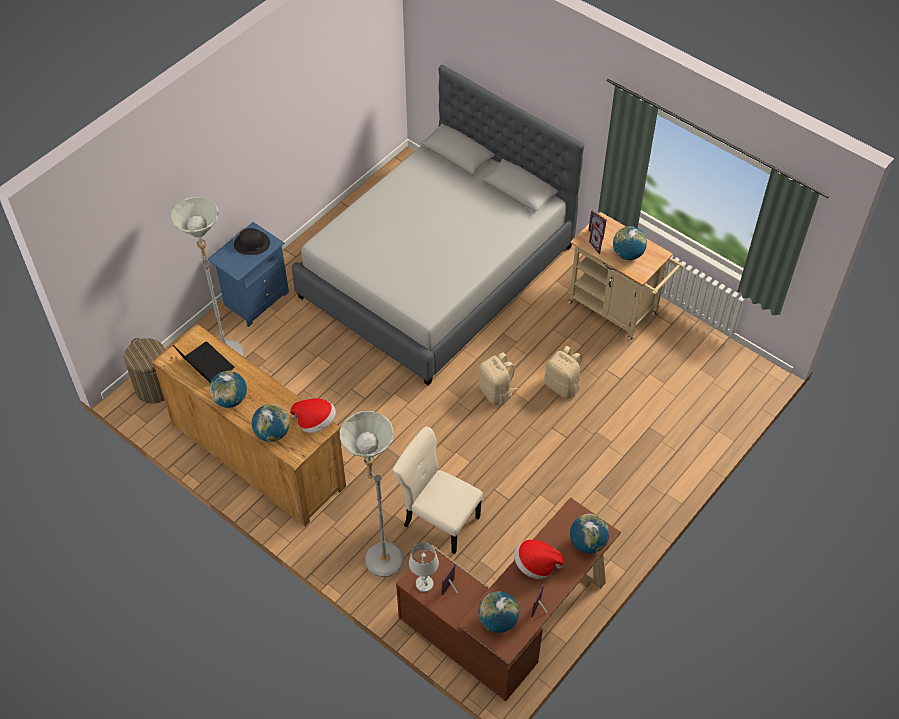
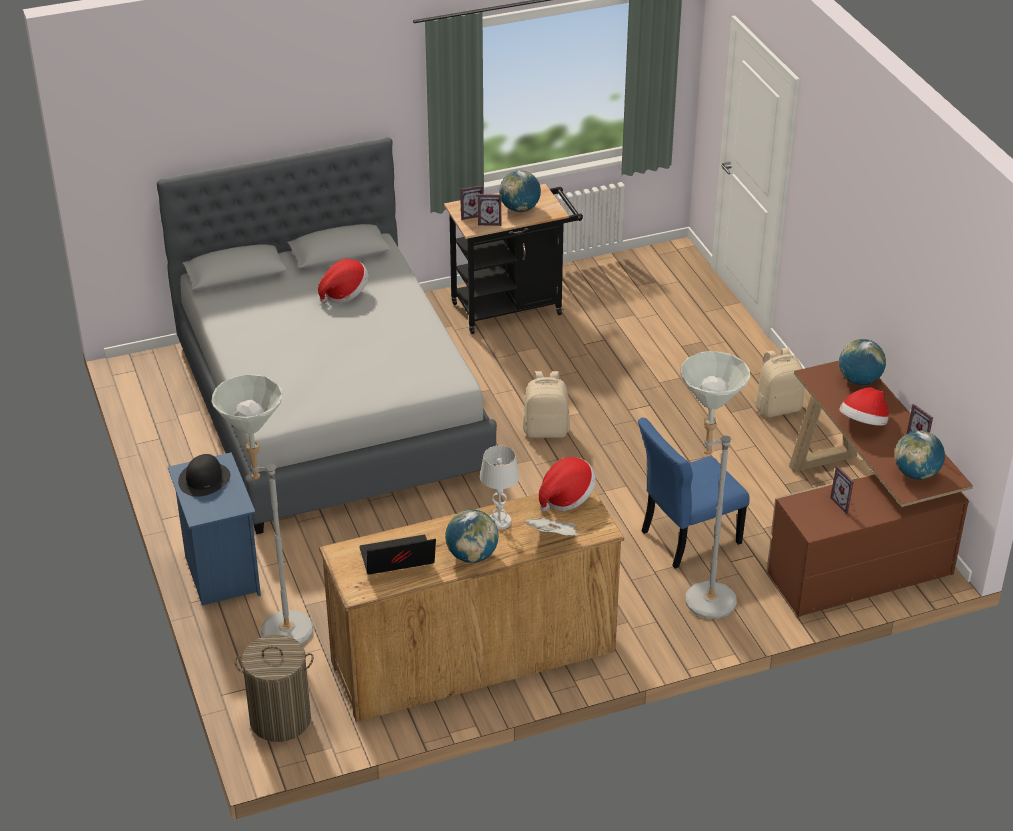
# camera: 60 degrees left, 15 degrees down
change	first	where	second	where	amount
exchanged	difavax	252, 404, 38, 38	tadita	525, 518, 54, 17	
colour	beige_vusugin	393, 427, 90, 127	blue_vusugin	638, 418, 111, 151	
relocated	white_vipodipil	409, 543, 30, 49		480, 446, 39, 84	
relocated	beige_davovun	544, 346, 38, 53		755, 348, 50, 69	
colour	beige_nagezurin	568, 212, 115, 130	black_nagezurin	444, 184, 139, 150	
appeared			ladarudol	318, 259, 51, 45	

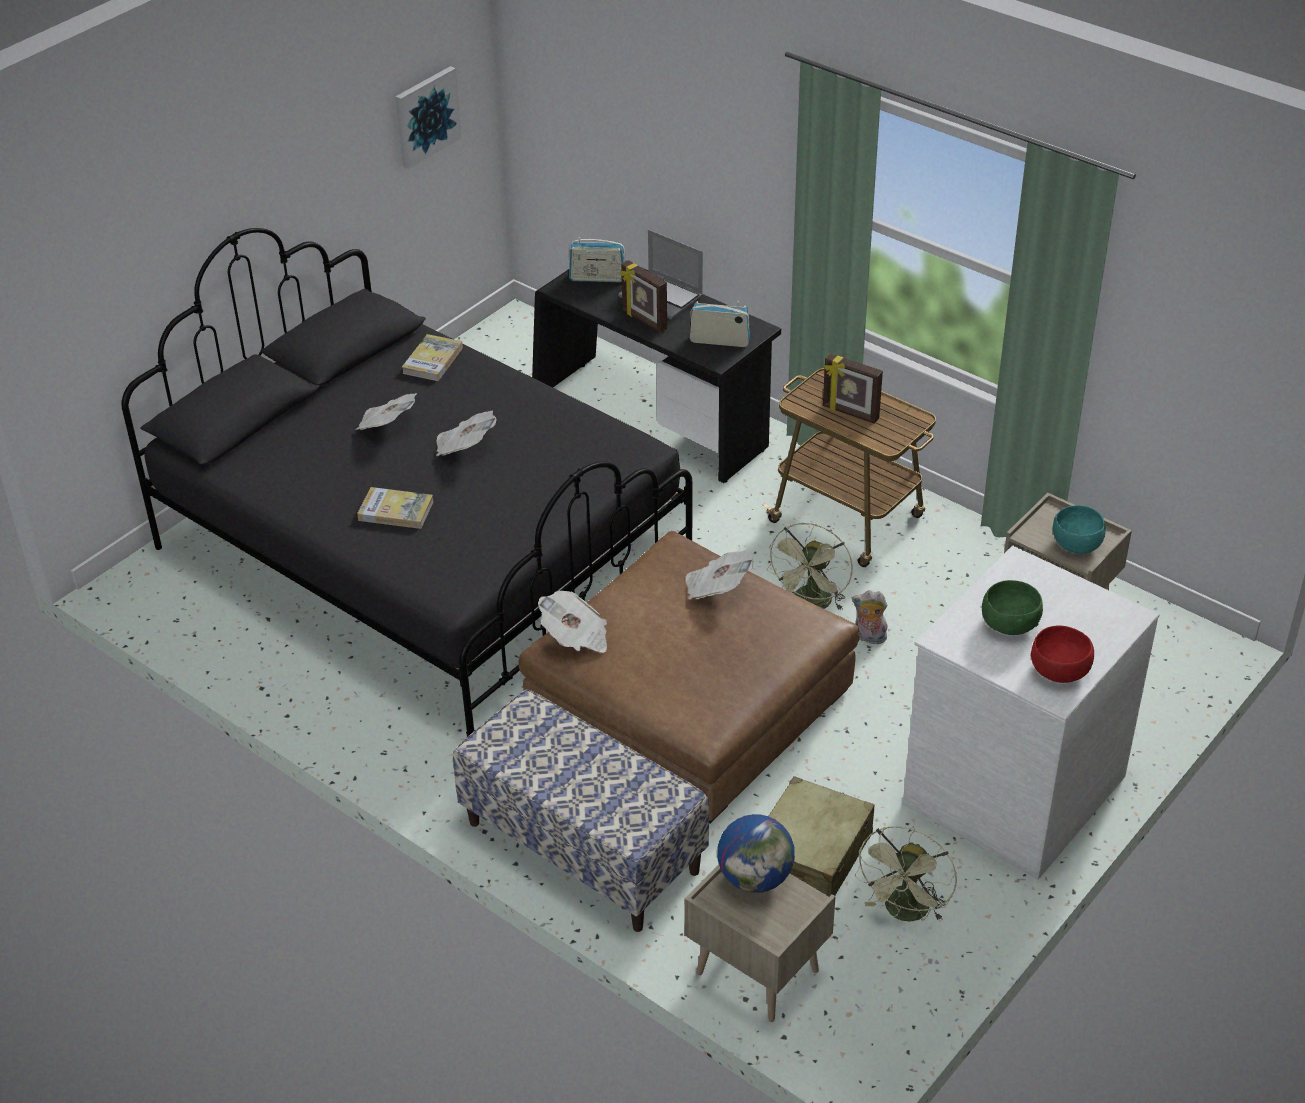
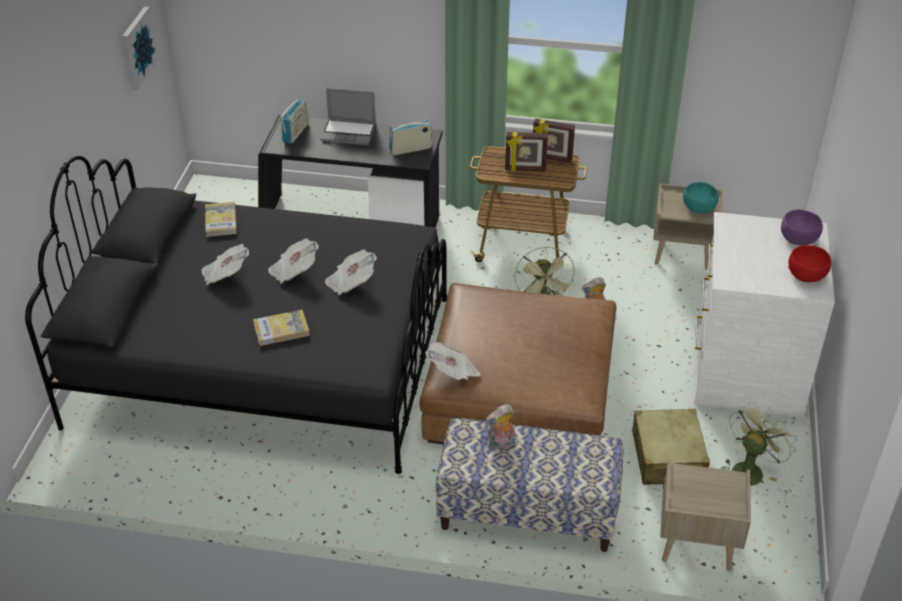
# camera: 30 degrees left, 0 degrees up
change	first	where	second	where	amount
spun	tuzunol	569, 237, 56, 45		281, 100, 27, 44	45 degrees counterclockwise
relocated	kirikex	620, 260, 47, 73		533, 118, 42, 45	
relocated	tadita	685, 550, 69, 49		325, 249, 52, 46	
missing	difavax	717, 814, 78, 79			
spun	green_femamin	855, 826, 102, 96		721, 402, 75, 84	135 degrees counterclockwise
missing	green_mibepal	982, 580, 61, 55			
appeared			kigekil	486, 404, 29, 45	
appeared			purple_mibepal	781, 210, 42, 35	

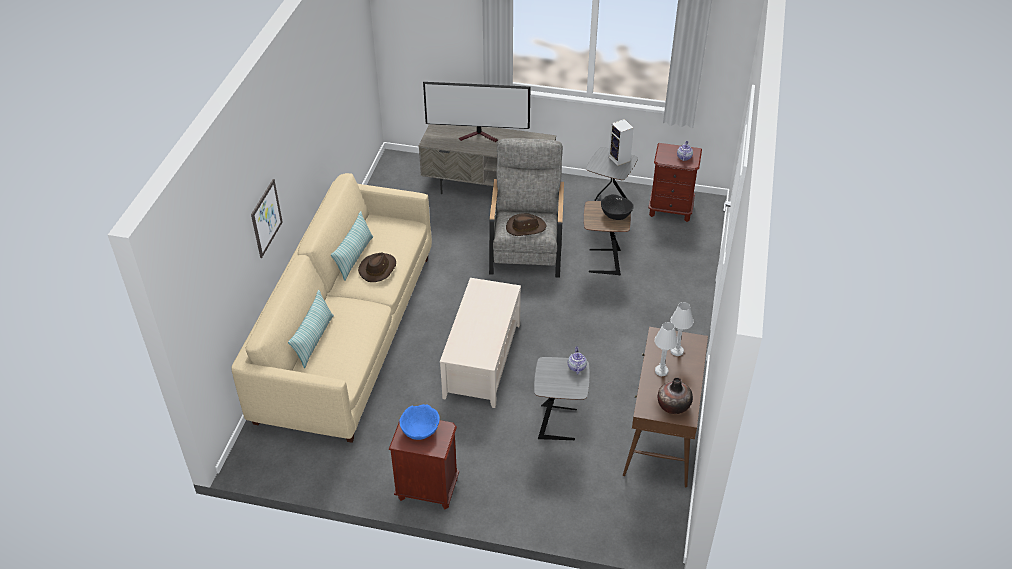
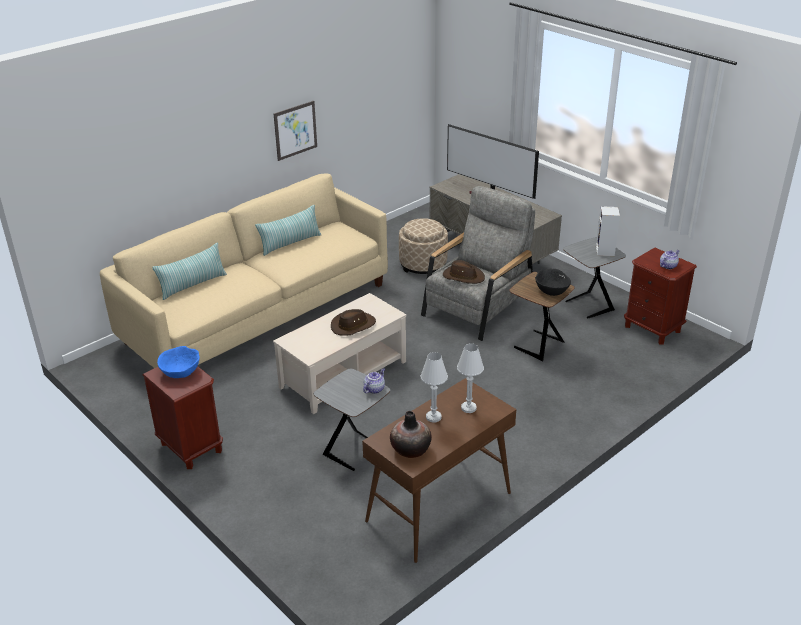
# camera: 35 degrees right, 10 degrees down
change	first	where	second	where	amount
relocated	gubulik	251, 179, 32, 79		274, 101, 43, 60	
relocated	brown_ladarudol	358, 253, 38, 29		331, 309, 45, 27	
appeared			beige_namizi	399, 218, 49, 56	

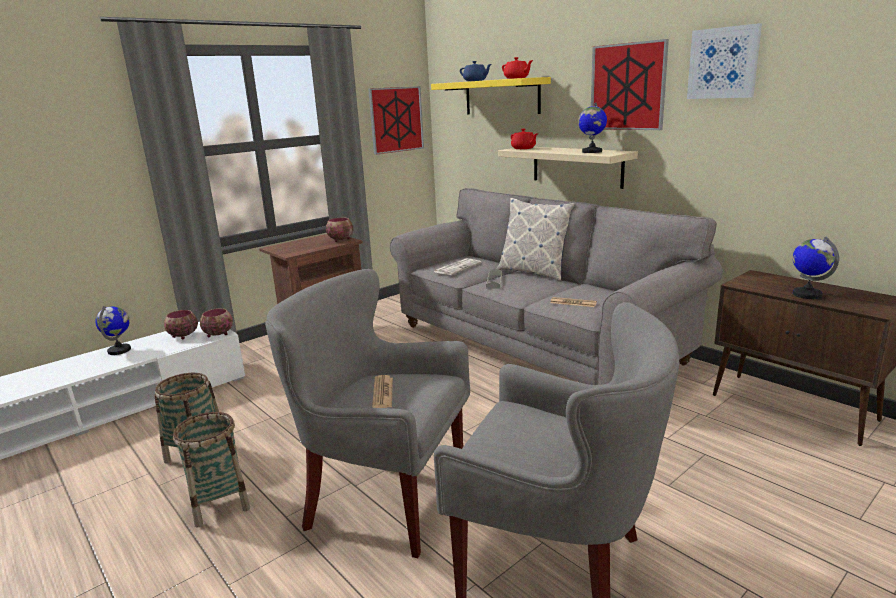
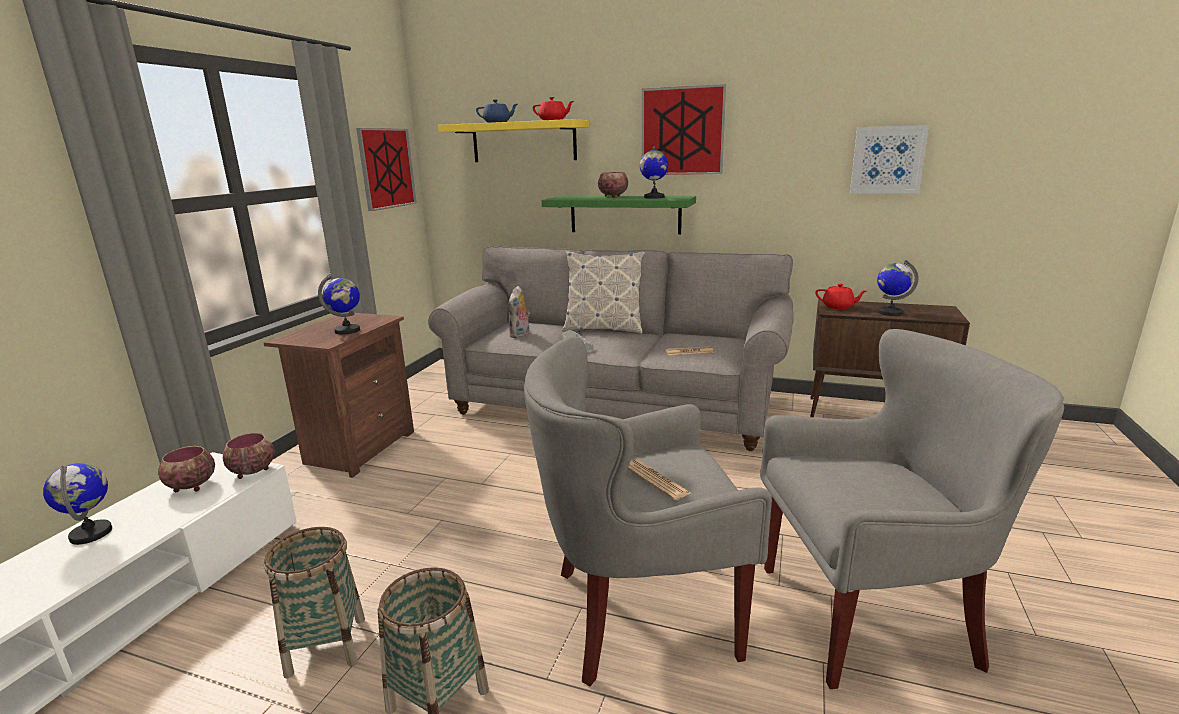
# camera: 30 degrees left, 0 degrees up
change	first	where	second	where	amount
relocated	mibepal	326, 217, 27, 25		598, 172, 30, 26	
exchanged	tadita	434, 258, 48, 17	kigekil	508, 286, 22, 52	
colour	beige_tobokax	498, 147, 140, 42	green_tobokax	542, 196, 154, 38	
relocated	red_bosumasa	511, 129, 26, 20		815, 284, 52, 25	
relocated	gubulik	687, 23, 75, 76		850, 125, 79, 68	
appeared			difavax	318, 274, 42, 61	

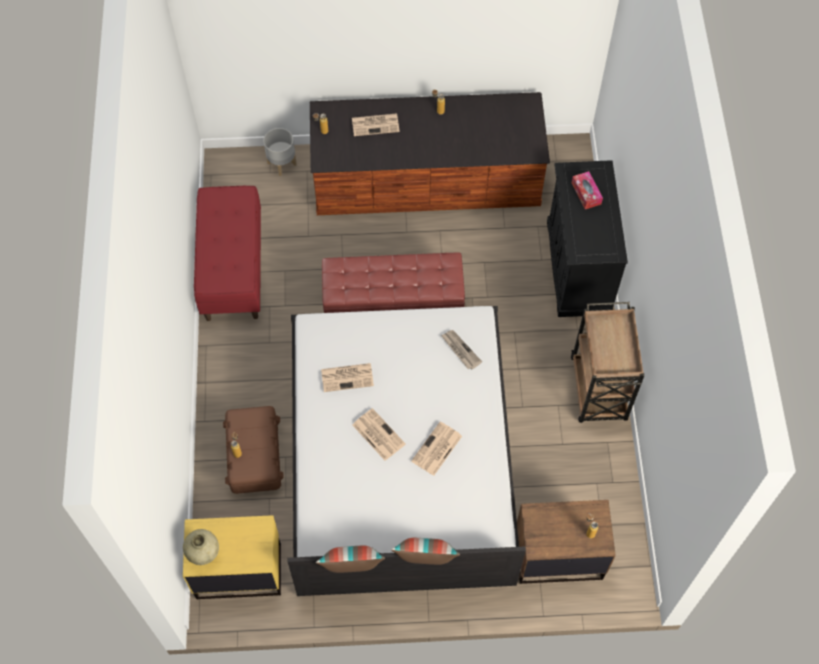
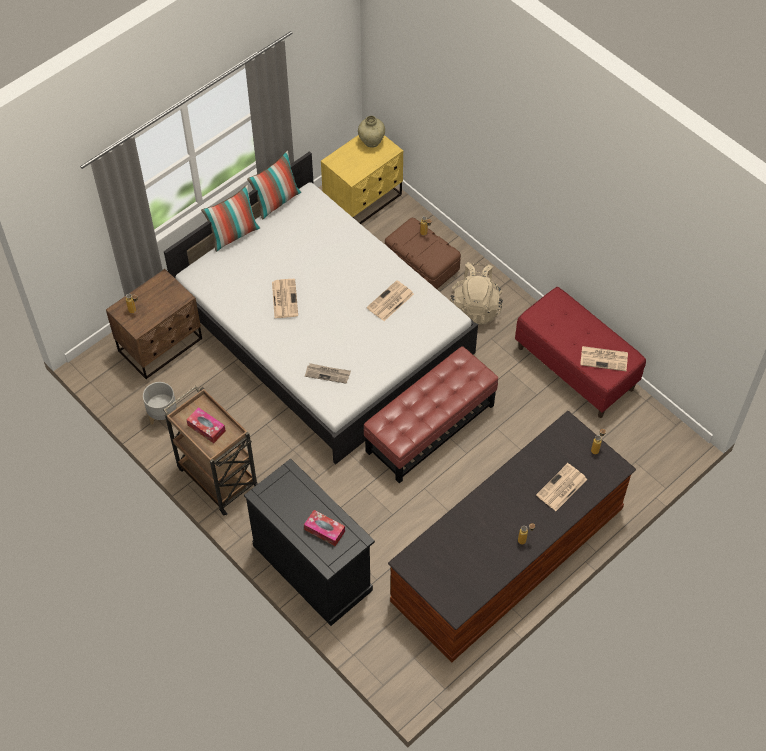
# camera: 140 degrees right, 5 degrees down
change	first	where	second	where	amount
relocated	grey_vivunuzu	263, 128, 34, 48		143, 382, 34, 45	
relocated	tadita	353, 408, 52, 53		580, 346, 48, 25	
appeared			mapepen	186, 407, 40, 36	
appeared			beige_davovun	450, 262, 53, 63	

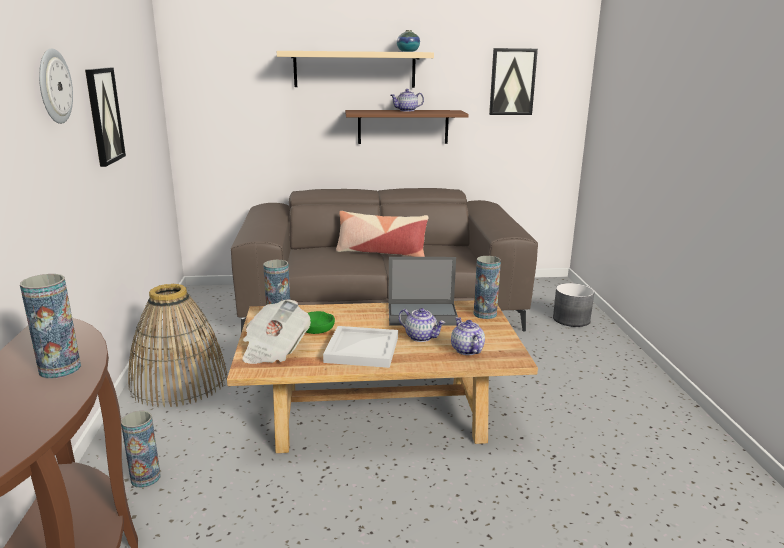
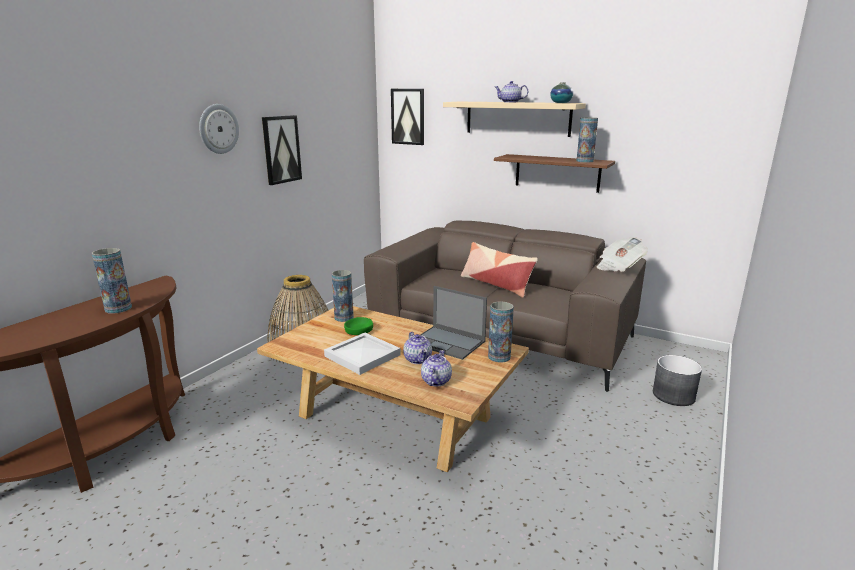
# camera: 35 degrees right, 0 degrees up
change	first	where	second	where	amount
relocated	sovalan	121, 411, 39, 77		577, 117, 21, 46	
relocated	tadita	242, 299, 69, 65		597, 237, 51, 35	
relocated	bosumasa	391, 89, 33, 23		495, 81, 33, 22	
relocated	gubulik	489, 48, 49, 67		391, 89, 33, 56	

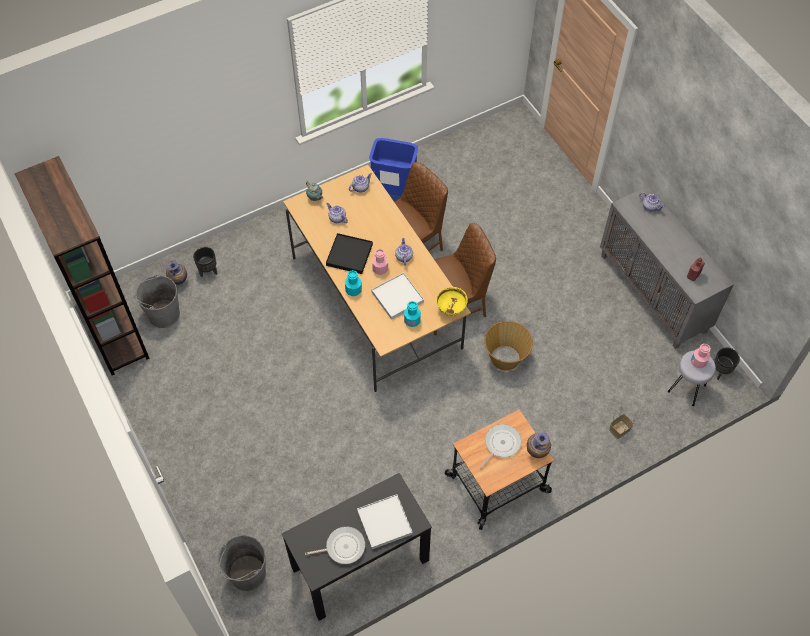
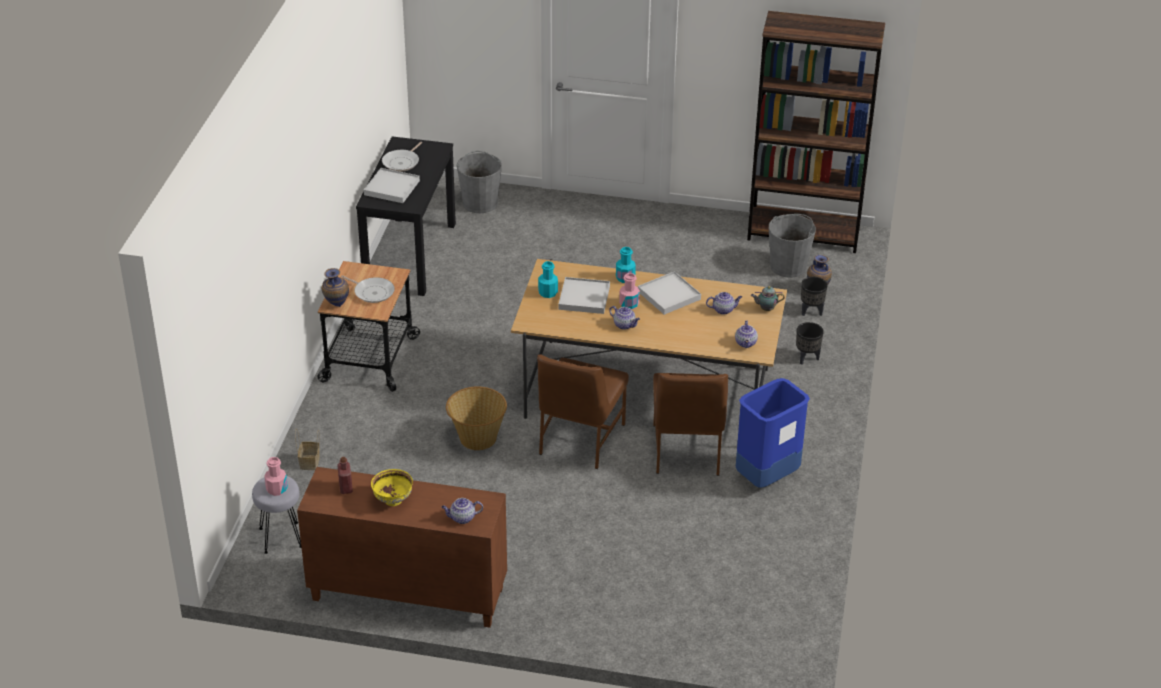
# camera: 130 degrees right, 20 degrees down
change	first	where	second	where	amount
colour	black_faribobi	326, 233, 47, 41	white_faribobi	638, 271, 63, 44	
relocated	yellow_mibepal	436, 287, 32, 29		371, 469, 42, 37	
spun	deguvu	479, 424, 42, 45		341, 275, 54, 28	45 degrees counterclockwise
colour	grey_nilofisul	600, 185, 134, 164	brown_nilofisul	297, 467, 210, 161	
relocated	black_vivunuzu	714, 347, 26, 33		796, 322, 28, 43	

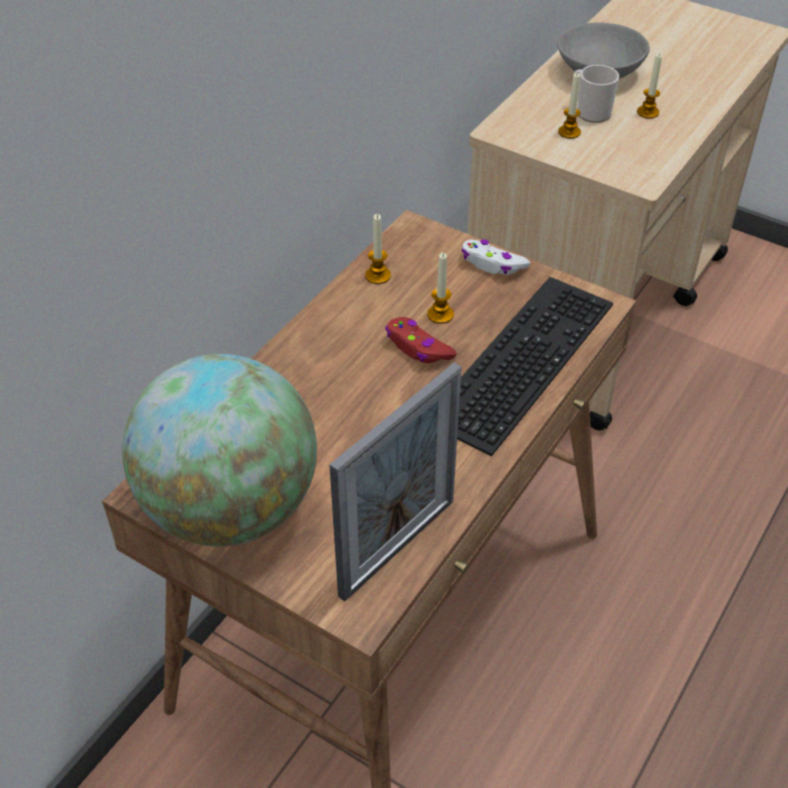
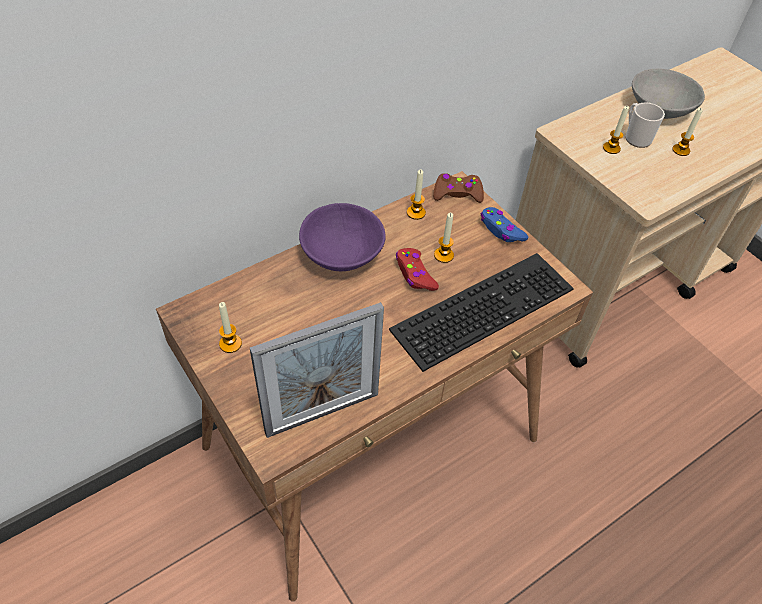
# camera: 20 degrees right, 5 degrees up
change	first	where	second	where	amount
exchanged	difavax	122, 354, 195, 192	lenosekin	219, 302, 23, 51	
colour	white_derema	461, 239, 69, 36	blue_derema	481, 207, 48, 35	
appeared			purple_mibepal	299, 203, 87, 68	
appeared			brown_derema	433, 173, 51, 30	

